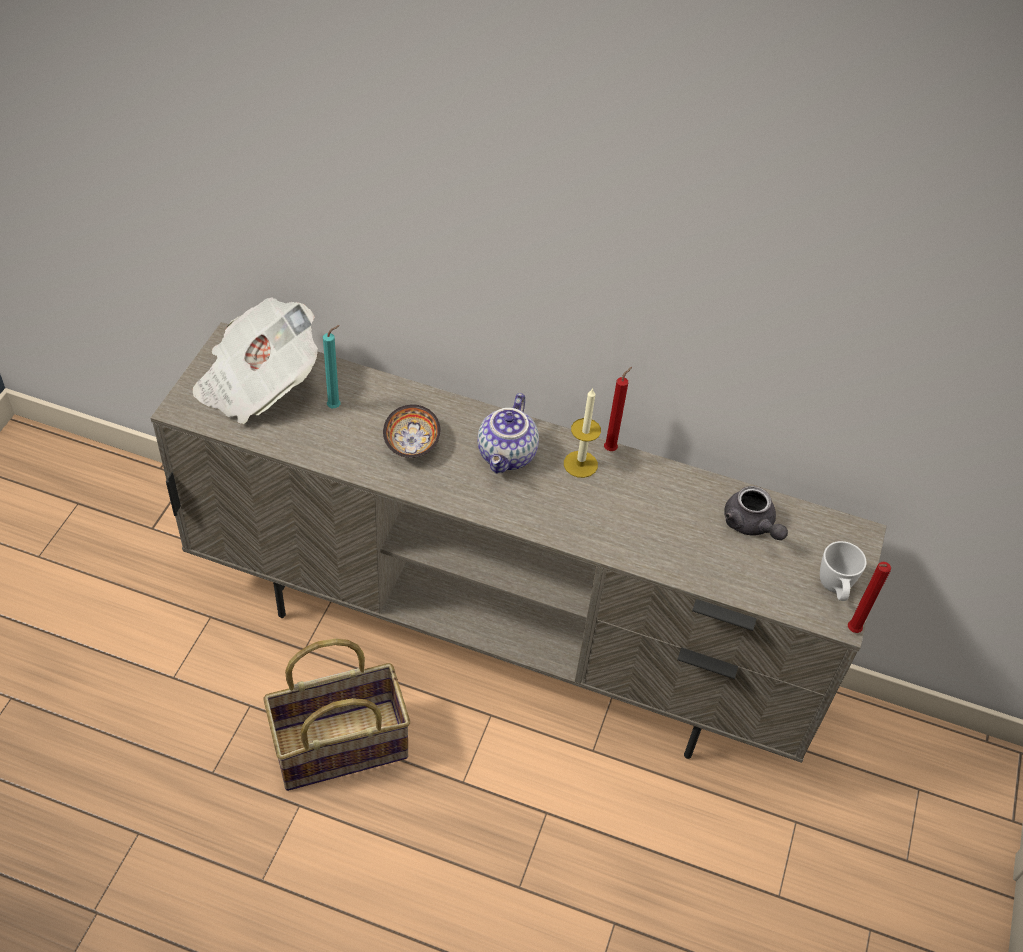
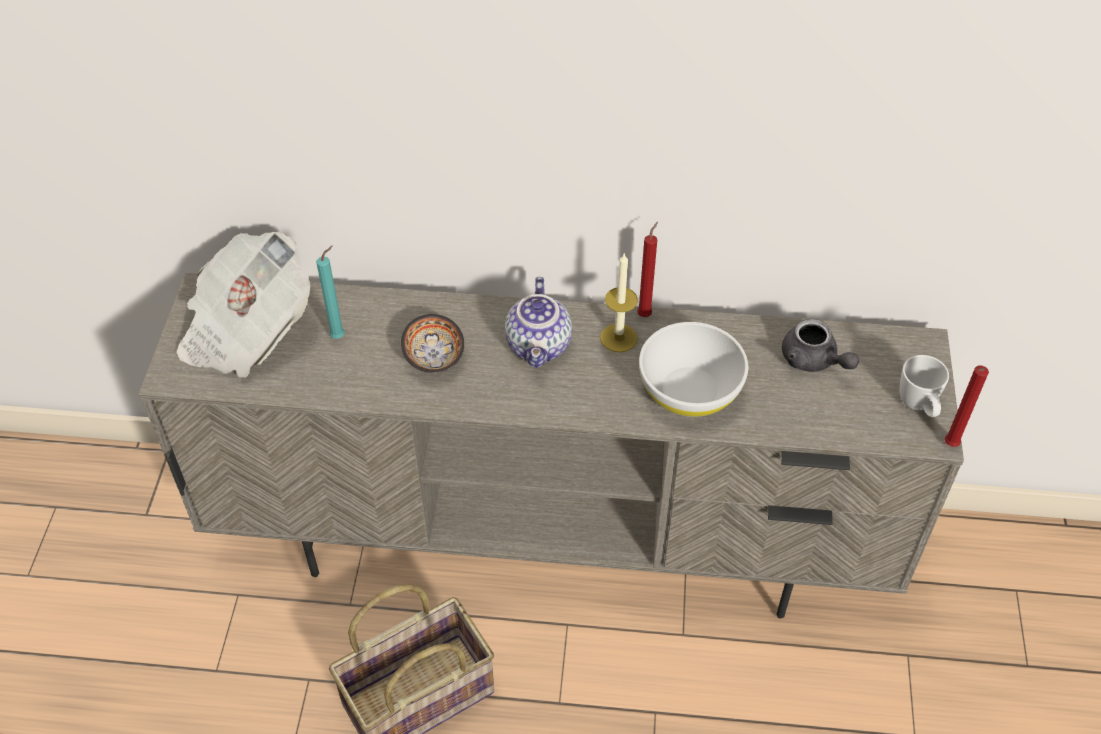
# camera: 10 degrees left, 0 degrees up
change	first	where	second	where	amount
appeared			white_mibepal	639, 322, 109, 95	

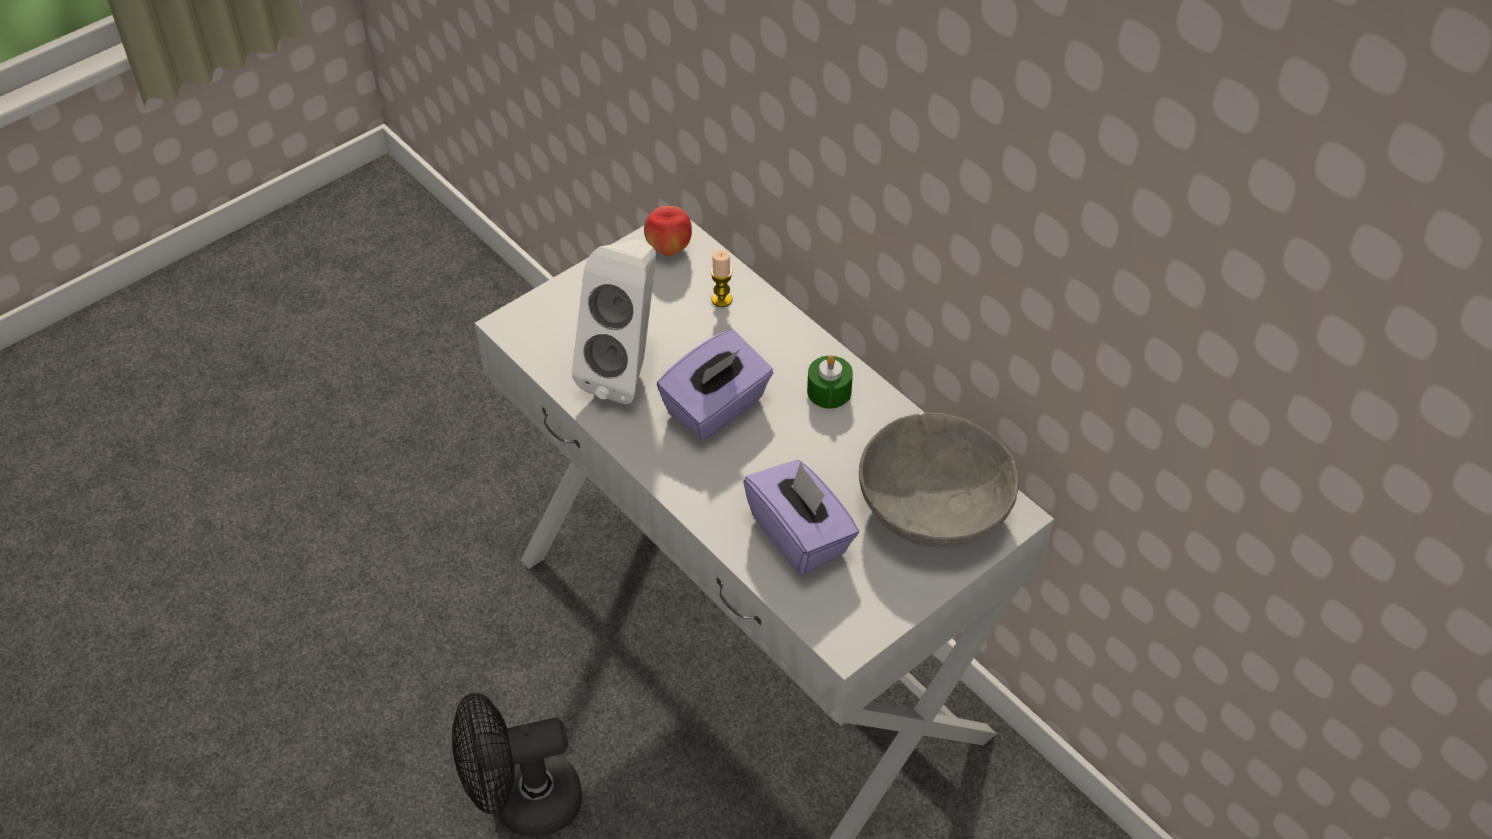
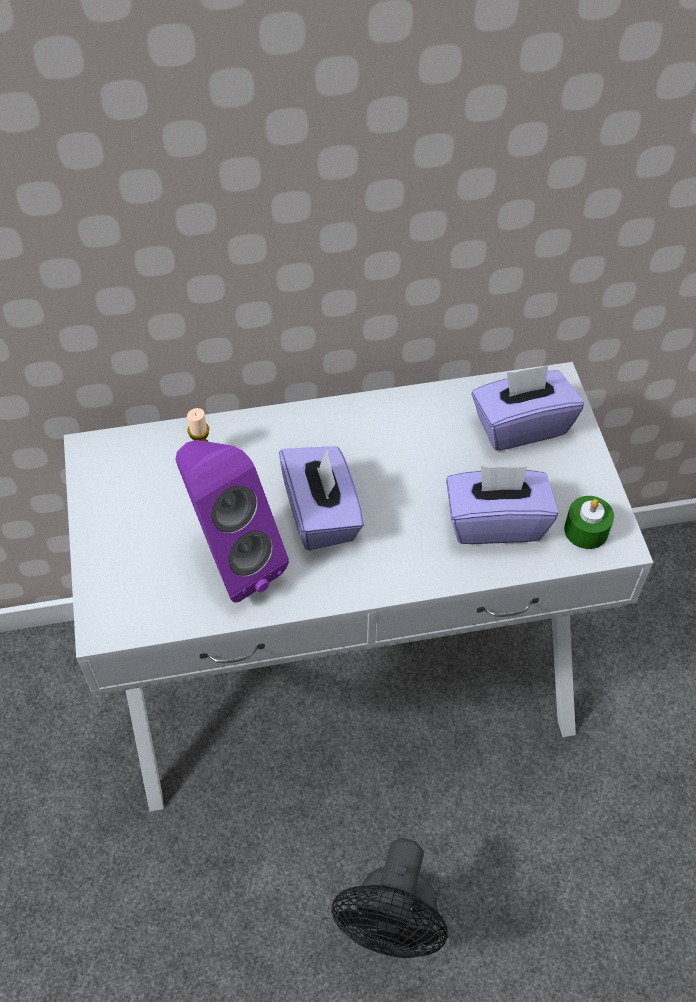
# camera: 60 degrees left, 5 degrees up
change	first	where	second	where	amount
colour	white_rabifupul	572, 240, 84, 164	purple_rabifupul	175, 440, 114, 162	
missing	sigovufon	644, 206, 48, 50			
relocated	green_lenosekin	807, 355, 46, 54		564, 496, 50, 53	
exchanged	grey_mibepal	859, 412, 160, 135	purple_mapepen	471, 365, 113, 86	

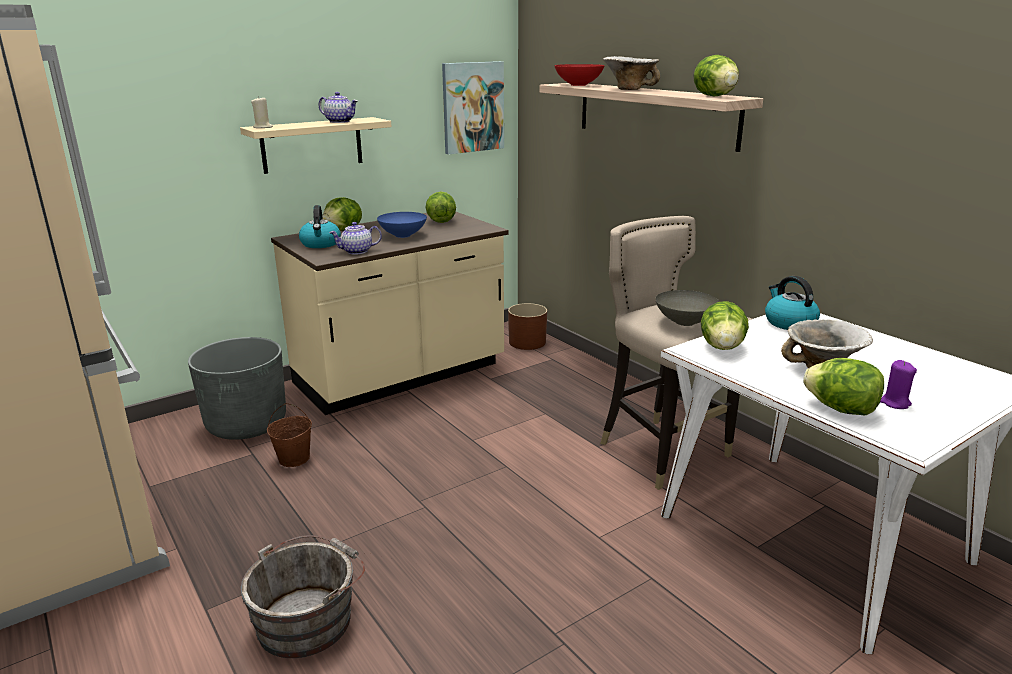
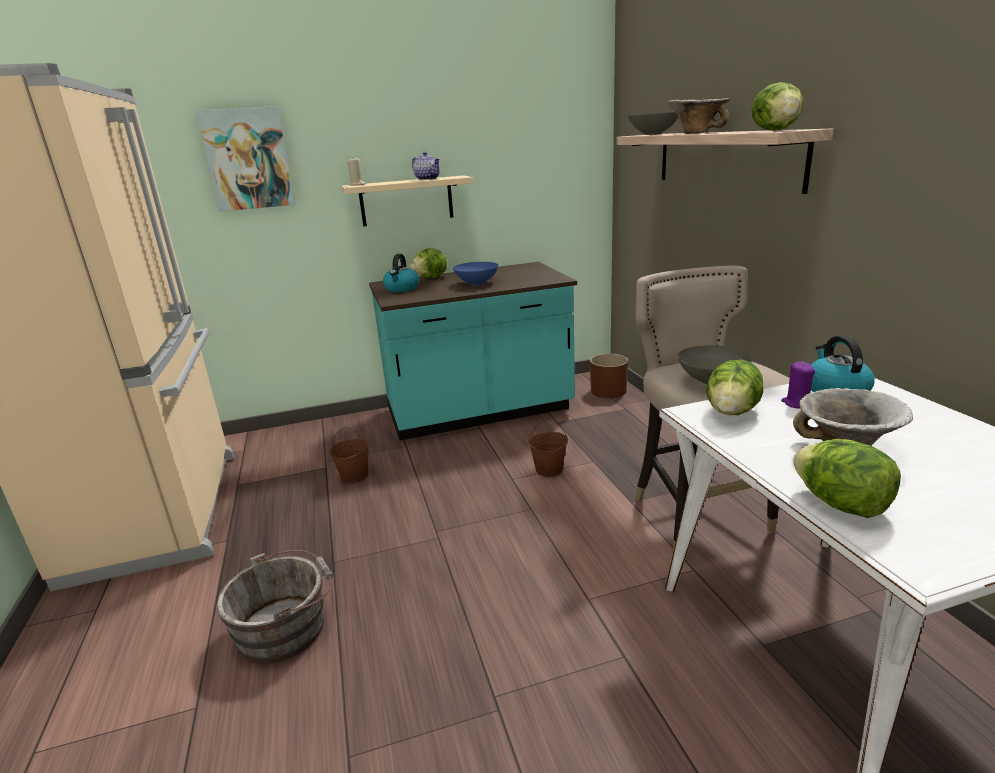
# camera: 20 degrees right, 0 degrees up
change	first	where	second	where	amount
missing	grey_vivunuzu	188, 337, 98, 103			
colour	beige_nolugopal	271, 212, 238, 203	turquoise_nolugopal	369, 262, 208, 179	
missing	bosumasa	329, 222, 53, 33			
missing	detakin	426, 192, 30, 31			
relocated	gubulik	442, 61, 62, 93		195, 106, 101, 106	
colour	red_mibepal	554, 64, 51, 22	grey_mibepal	628, 112, 50, 23	
relocated	purple_lenosekin	880, 360, 37, 49		781, 361, 34, 47	
appeared			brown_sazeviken	529, 419, 39, 58	

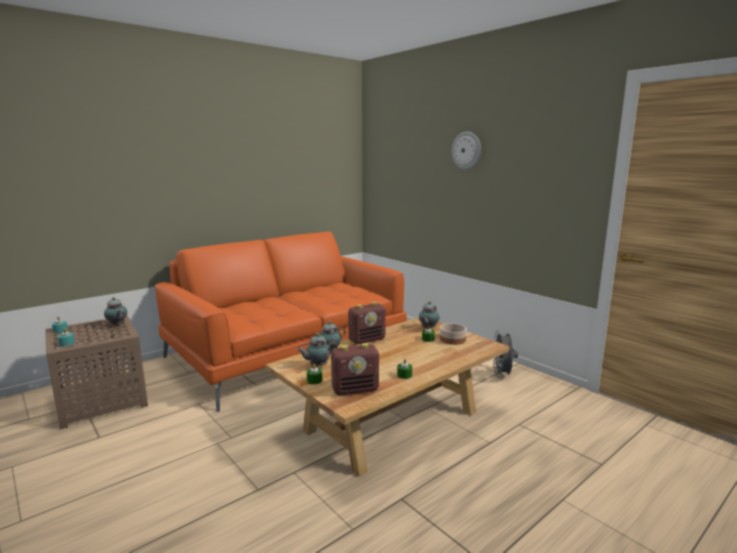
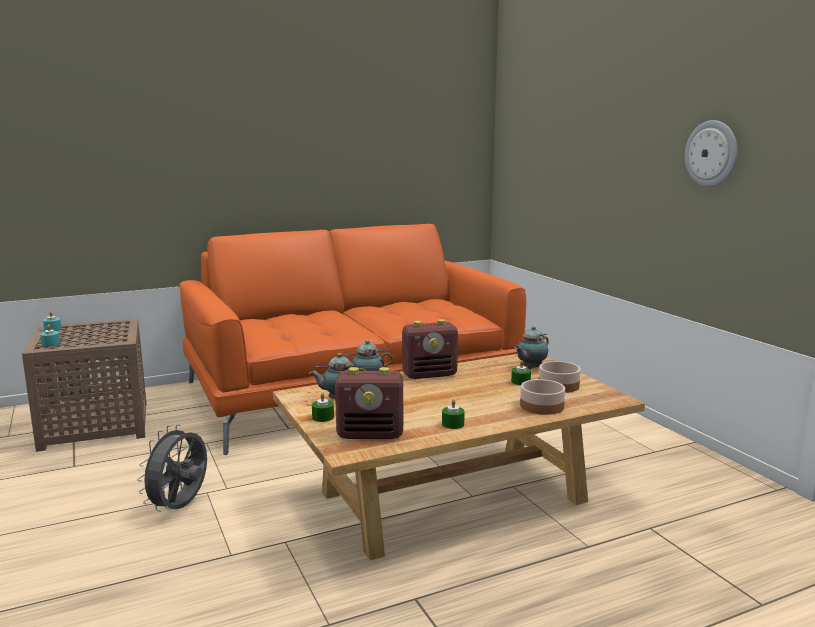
# camera: 15 degrees right, 0 degrees up
change	first	where	second	where	amount
missing	bosumasa	104, 297, 23, 29			
relocated	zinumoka	452, 132, 29, 37		685, 120, 52, 67	
relocated	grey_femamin	493, 330, 25, 47		137, 425, 70, 87	
appeared			mibepal	520, 379, 45, 36	

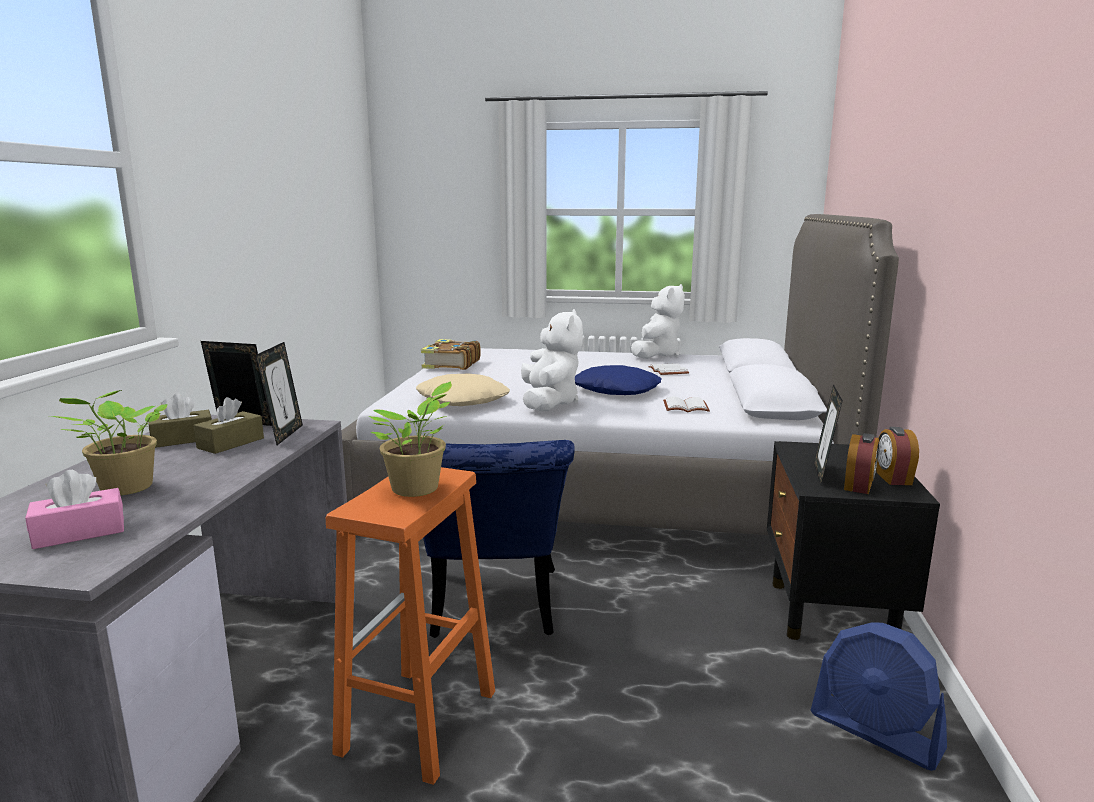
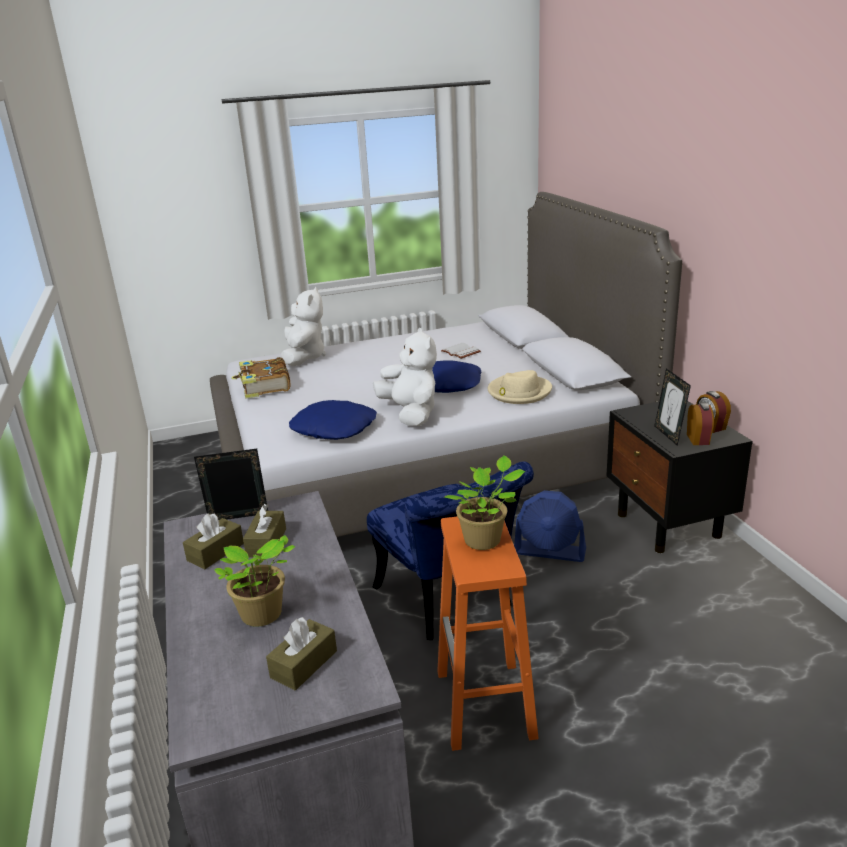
# camera: 25 degrees left, 10 degrees up
change	first	where	second	where	amount
colour	pink_mapepen	25, 470, 99, 79	brown_mapepen	266, 617, 71, 74	
missing	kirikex	256, 342, 47, 103			
colour	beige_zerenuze	416, 374, 94, 32	blue_zerenuze	289, 400, 88, 40	
relocated	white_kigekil	631, 284, 54, 75		281, 287, 45, 79	
exchanged	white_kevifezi	663, 396, 47, 16	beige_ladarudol	488, 370, 64, 34	
relocated	blue_femamin	810, 622, 137, 149		514, 490, 72, 72	

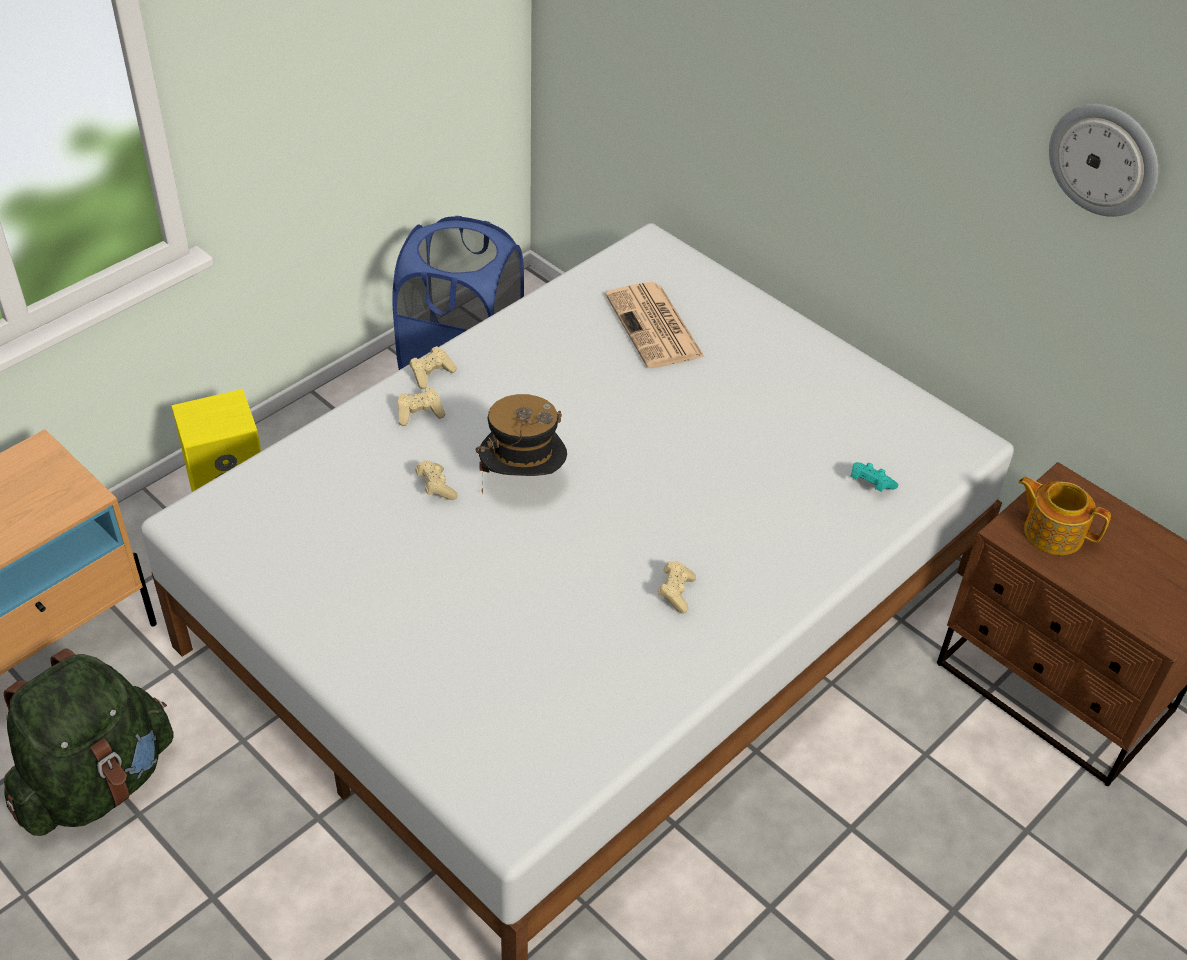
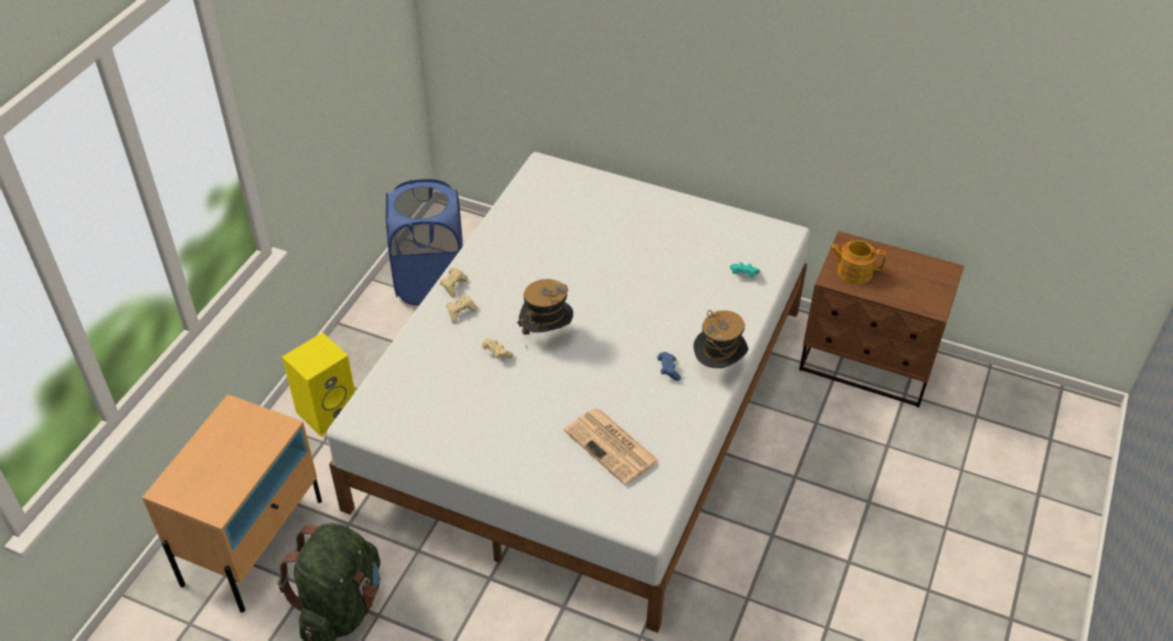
# camera: 20 degrees left, 0 degrees up
change	first	where	second	where	amount
relocated	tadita	605, 282, 100, 86		564, 408, 95, 77	
colour	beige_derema	657, 561, 39, 53	blue_derema	657, 352, 24, 29	
missing	zinumoka	1049, 104, 109, 113			
appeared			ladarudol	693, 310, 55, 58	

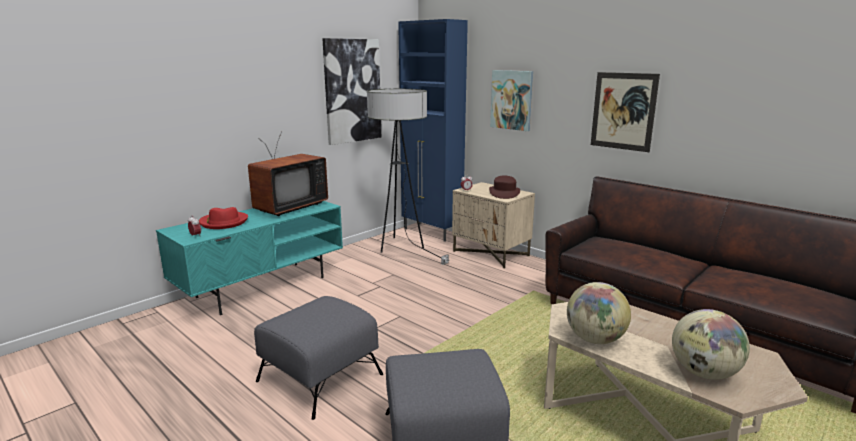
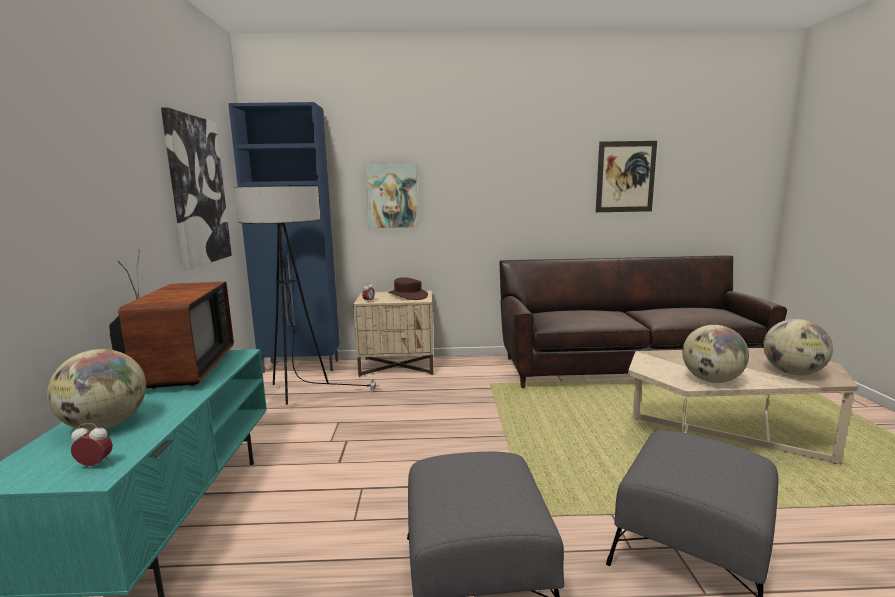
# camera: 45 degrees left, 5 degrees down
change	first	where	second	where	amount
exchanged	red_ladarudol	199, 207, 49, 22	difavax	47, 349, 99, 81	
relocated	gubulik	591, 72, 69, 80		596, 141, 61, 71	

